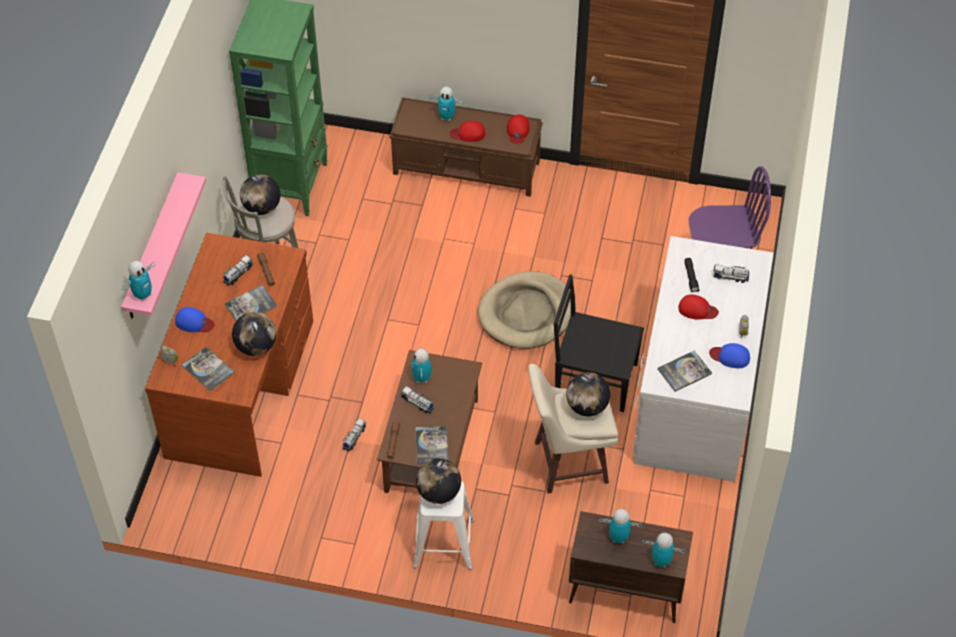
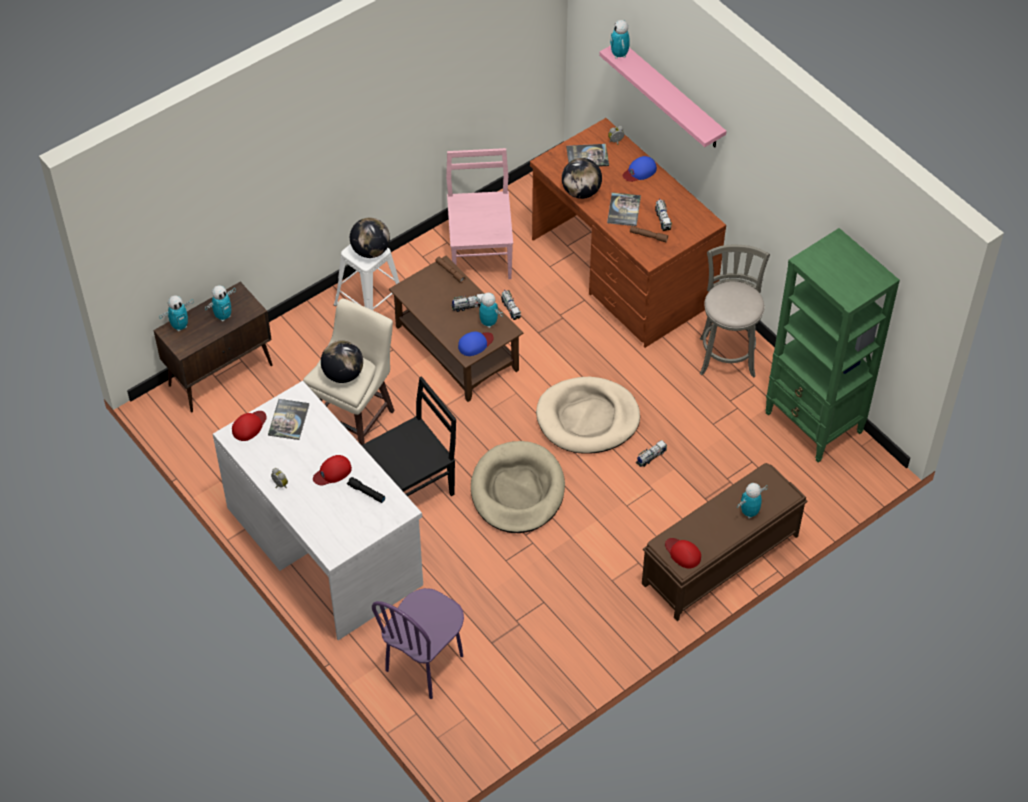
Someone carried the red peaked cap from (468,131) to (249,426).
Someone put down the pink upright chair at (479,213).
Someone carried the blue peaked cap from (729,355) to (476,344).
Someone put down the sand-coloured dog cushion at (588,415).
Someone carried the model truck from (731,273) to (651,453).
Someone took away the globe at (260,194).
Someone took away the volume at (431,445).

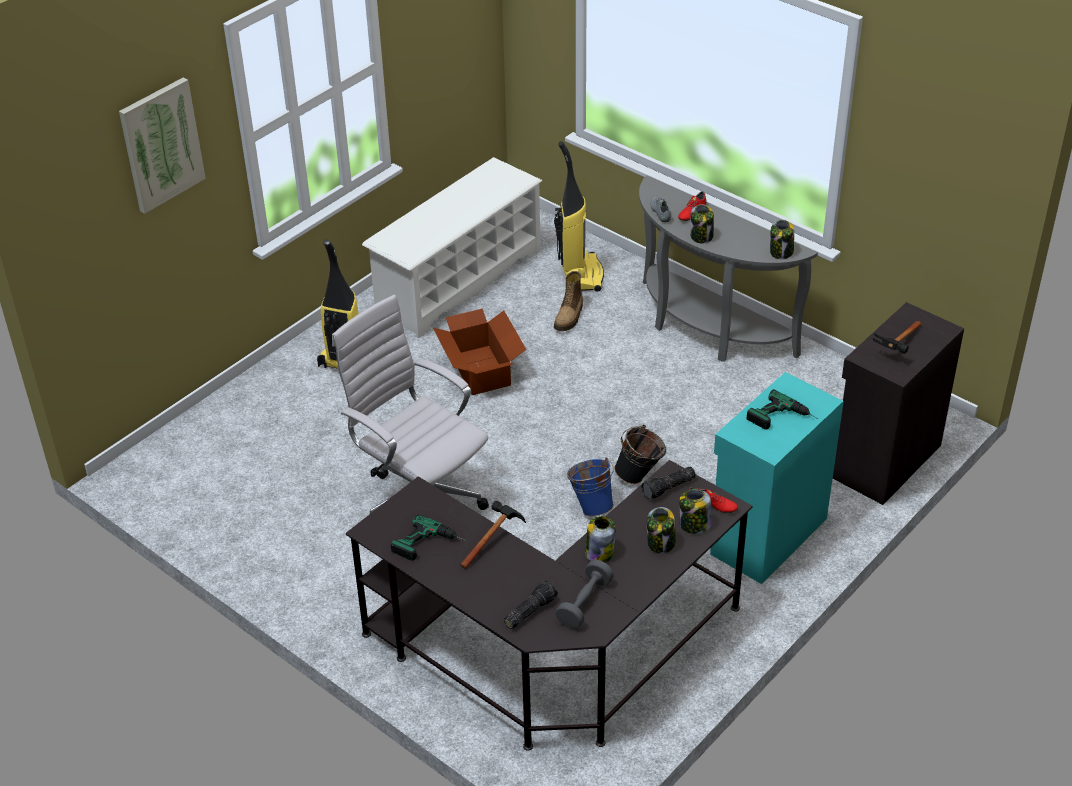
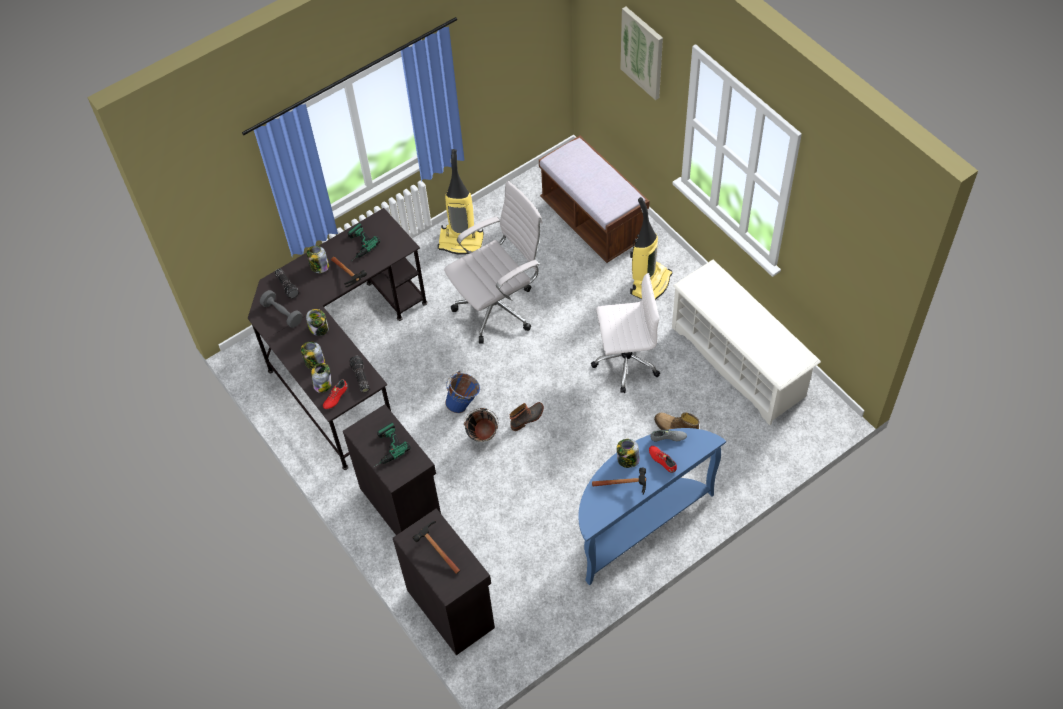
Someone carried the jar from (782,239) to (318,259).
Someone repainted the turquoise-coloured cupboard at (777,478), which became the blackish cupboard at (392,469).
Someone carried the hoover from (579,216) to (460,202).
Someone put down the tall boot at (527,416).
Someone put down the brown-coloured long seat at (594,199).
Someone repainted the gray hall table at (728,268), which became the blue hall table at (652,506).
Someone swapped the cardboard box at (480,351) for the white computer chair at (625,333).
Someone put down the hand hammer at (619,481).

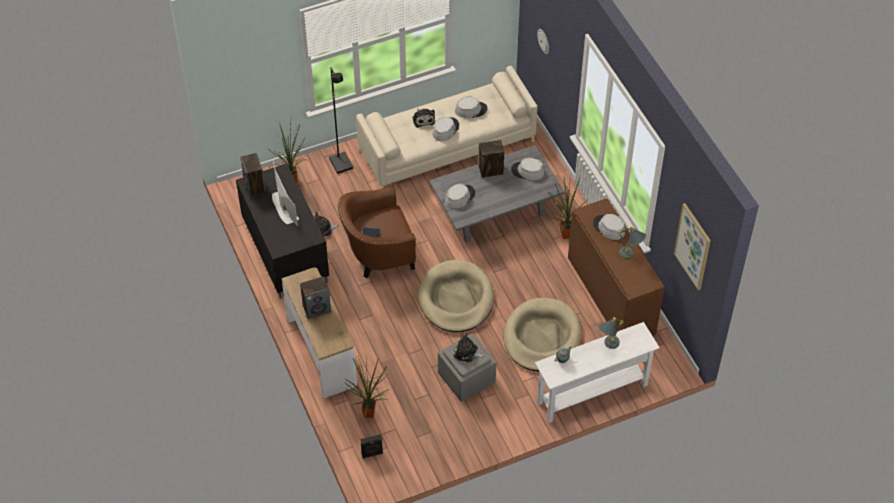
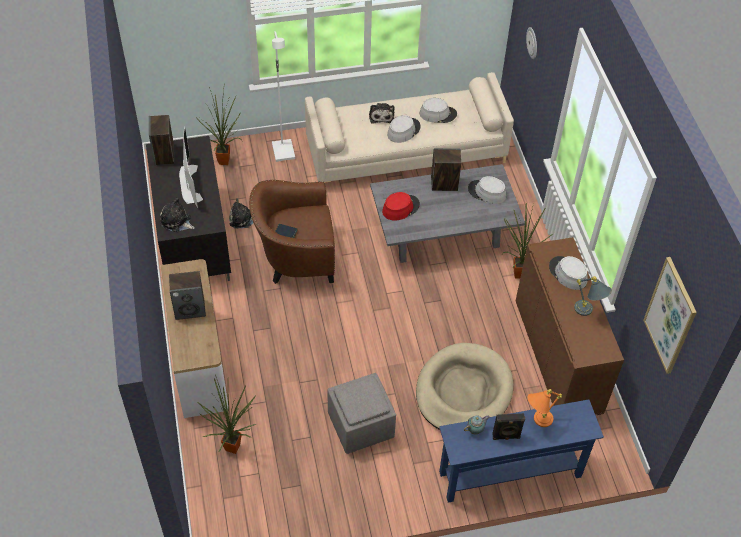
Someone carried the soft toy from (469,348) to (177,214).
Someone repainted the blackish standard lamp at (341,120), which became the white standard lamp at (283,96).
Someone repainted the gray hat at (460,196), which became the red hat at (401,206).
Someone repainted the white hall table at (597,372), which became the blue hall table at (521,451).
Someone carried the blackish loudspeaker from (371,446) to (508,426).
Someone repainted the gray tabletop lamp at (611,333), which became the orangey tabletop lamp at (544,408).
Someone took away the sand-coloured dog cushion at (456,296).

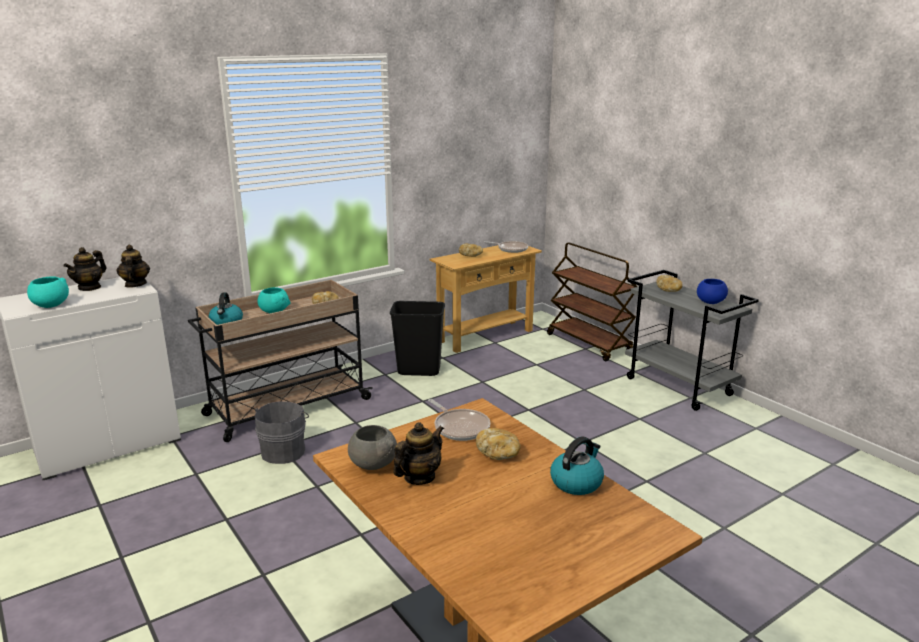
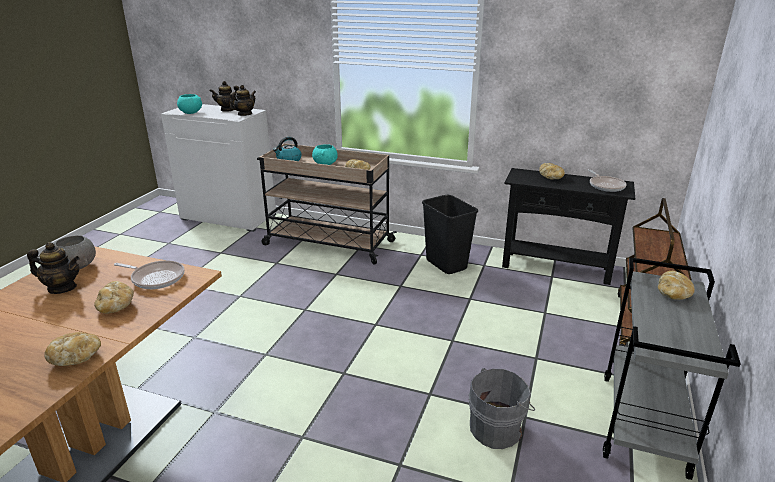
Someone swapped the water kettle at (577,465) for the baked bread at (72,349).
Someone rotated the skillet at (459,420) by 90 degrees counterclockwise.
Someone carried the gray water bucket from (282,432) to (502,408).
Someone repainted the sand-coloured hall table at (486,299), which became the blackish hall table at (568,226).
Someone took away the blue deep dish at (712,291).

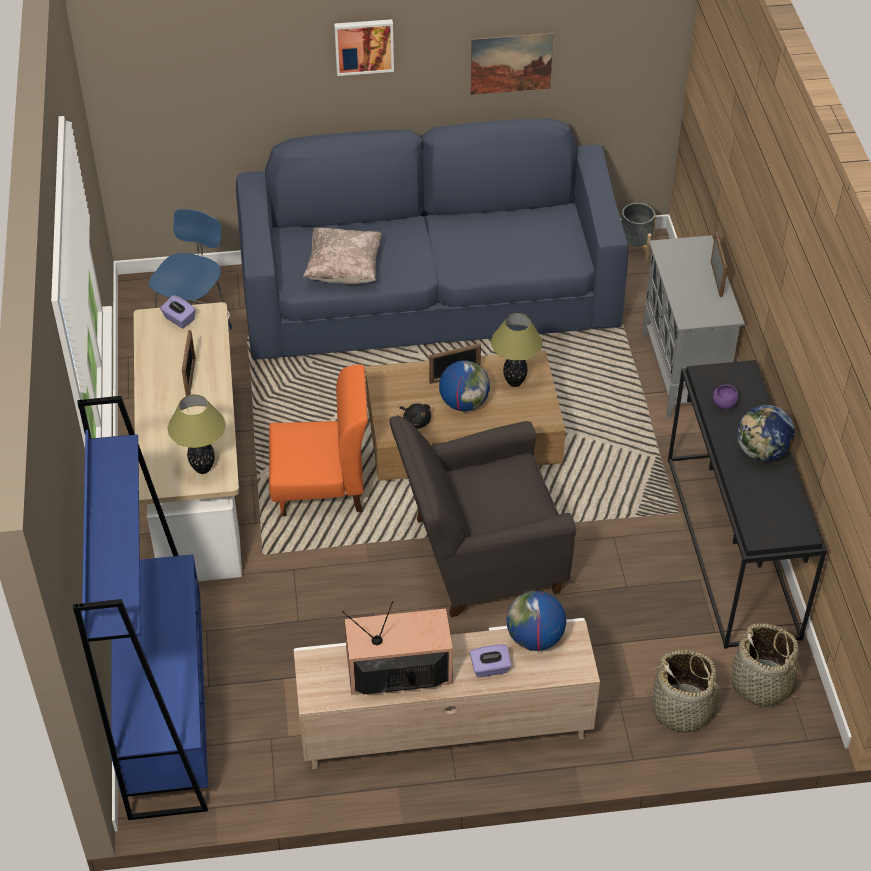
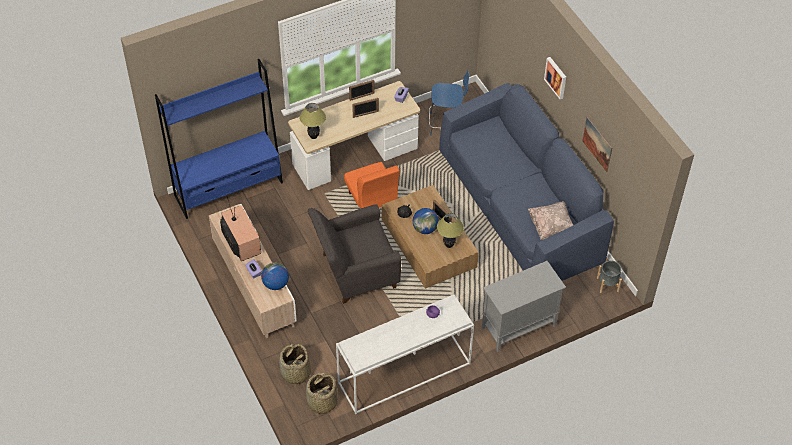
Someone rotated the gray easy chair at (482,516) by 75 degrees counterclockwise.
Someone repainted the blackish hall table at (747,504), which became the white hall table at (405,354).
Someone carried the standing frame from (719,265) to (362,90).
Someone carried the sand-coloured pillow from (342,255) to (550,220).
Someone took away the globe at (766,433).

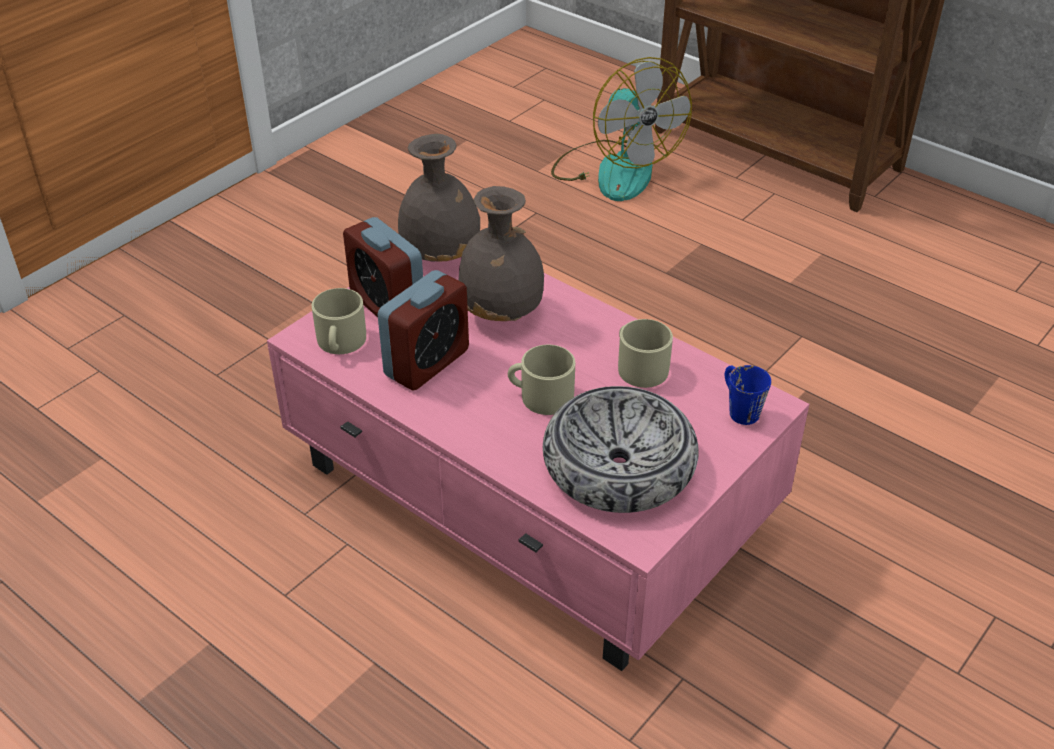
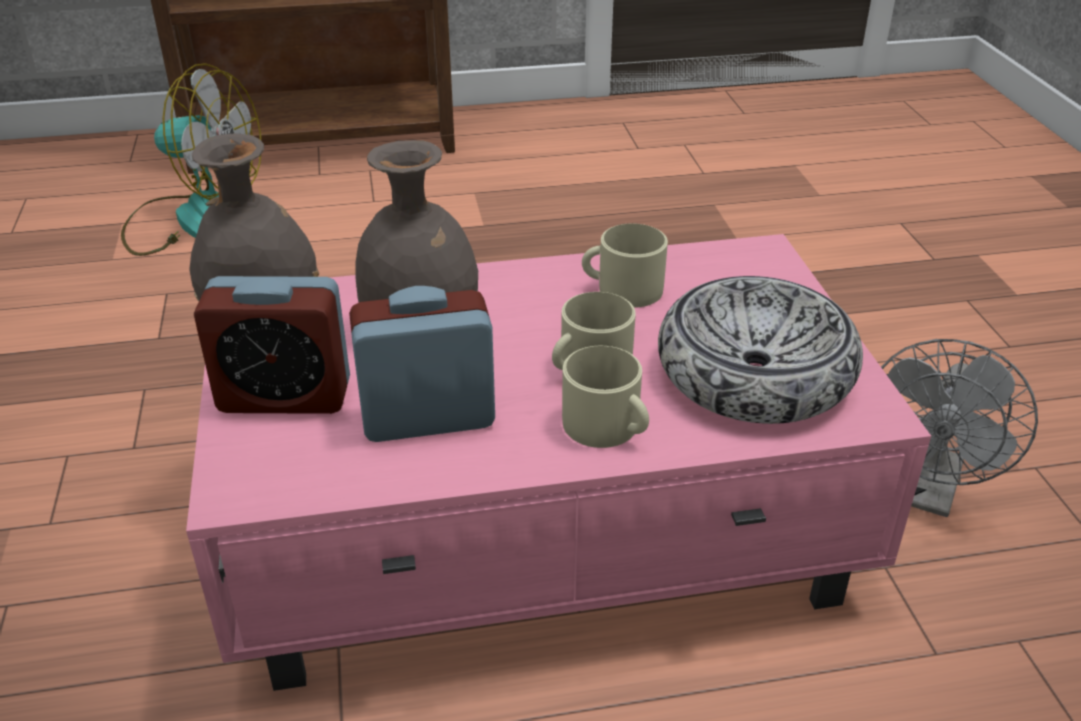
Someone rotated the alarm clock at (423,330) by 90 degrees counterclockwise.
Someone carried the sand-coloured tea mug from (339,321) to (605,397).
Someone put down the gray fan at (959,428).
Someone took away the blue tea mug at (748,395).

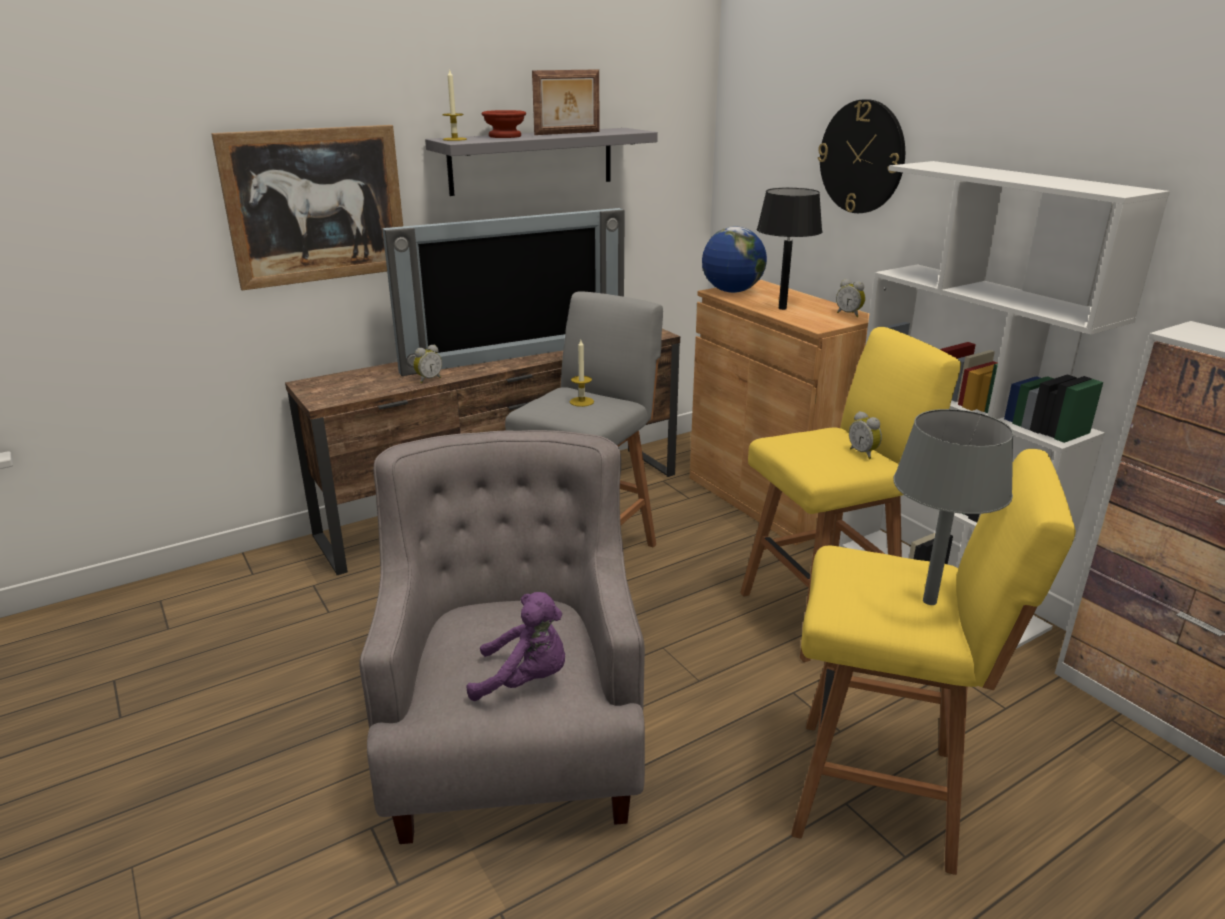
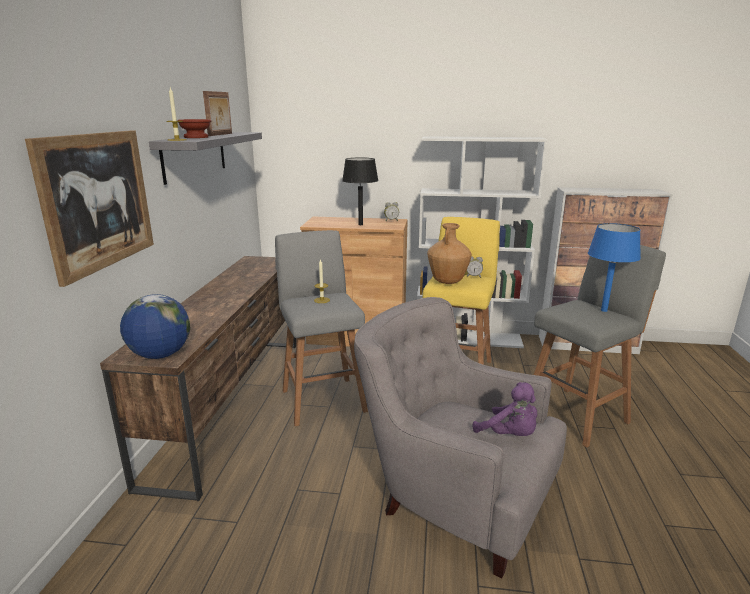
Someone carried the globe from (734,260) to (155,326).
Someone put down the brown-coloured decorative vase at (449,253).
Someone rotated the purple soft toy at (516,646) by 90 degrees clockwise.
Someone repainted the yellowish sitting stool at (933,662), which became the gray sitting stool at (600,346).
Someone repainted the gray tabletop lamp at (953,507), which became the blue tabletop lamp at (614,267).
Someone took away the television at (503,292).
Someone took away the alarm clock at (427,363).
Someone took away the wall clock at (861,156).

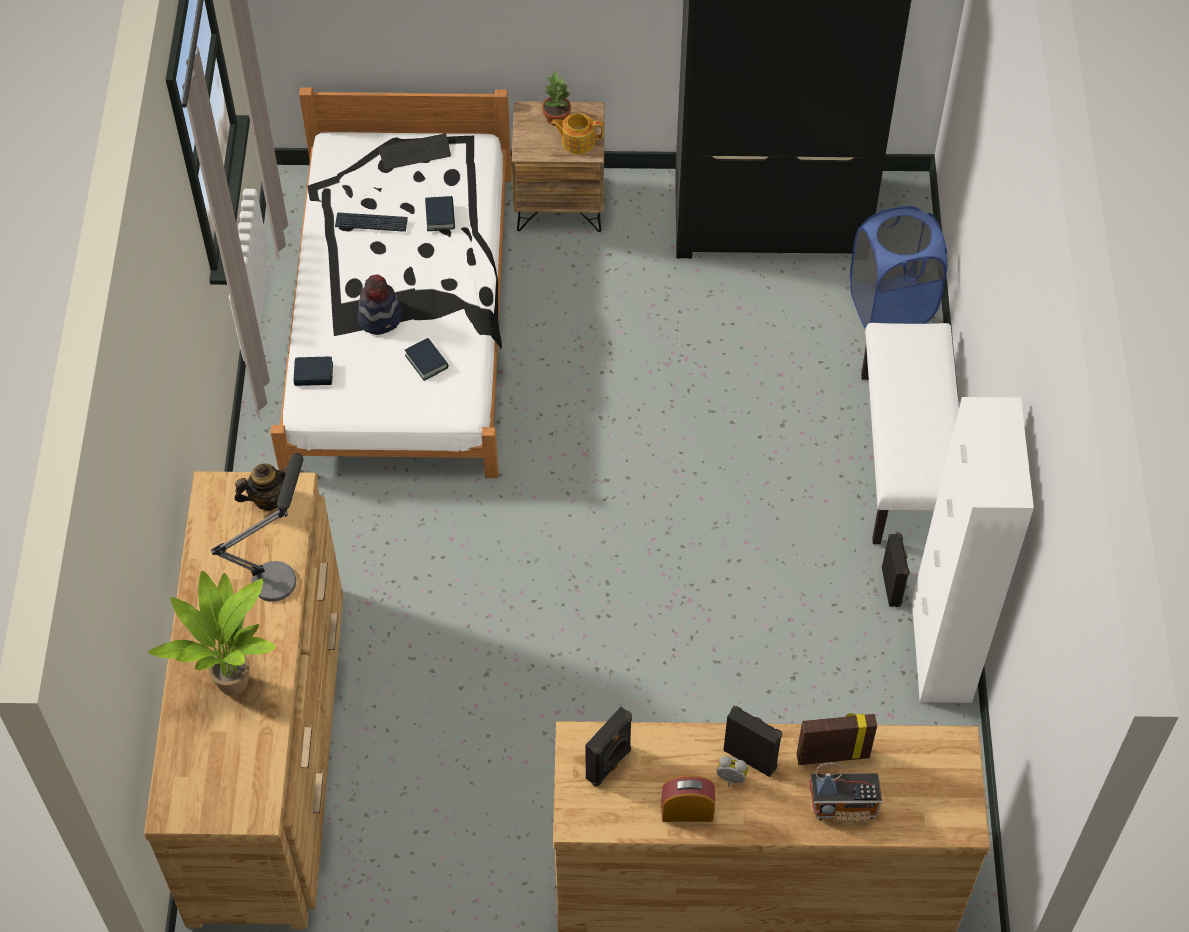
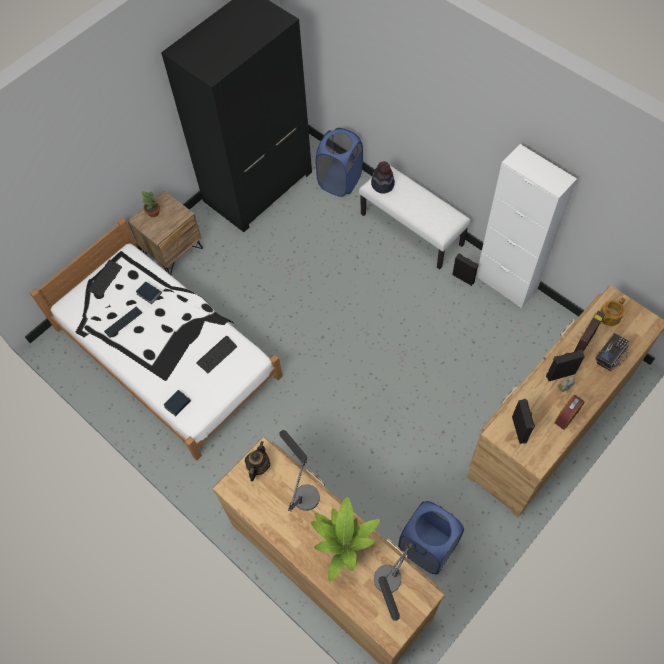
Someone swapped the volume at (427,359) for the PC keyboard at (216,354).
Someone carried the hat from (379,304) to (383,177).
Someone put down the tabletop lamp at (393,582).
Someone put down the blue washing basket at (431,537).
Someone carried the teapot from (577,133) to (612,311).

